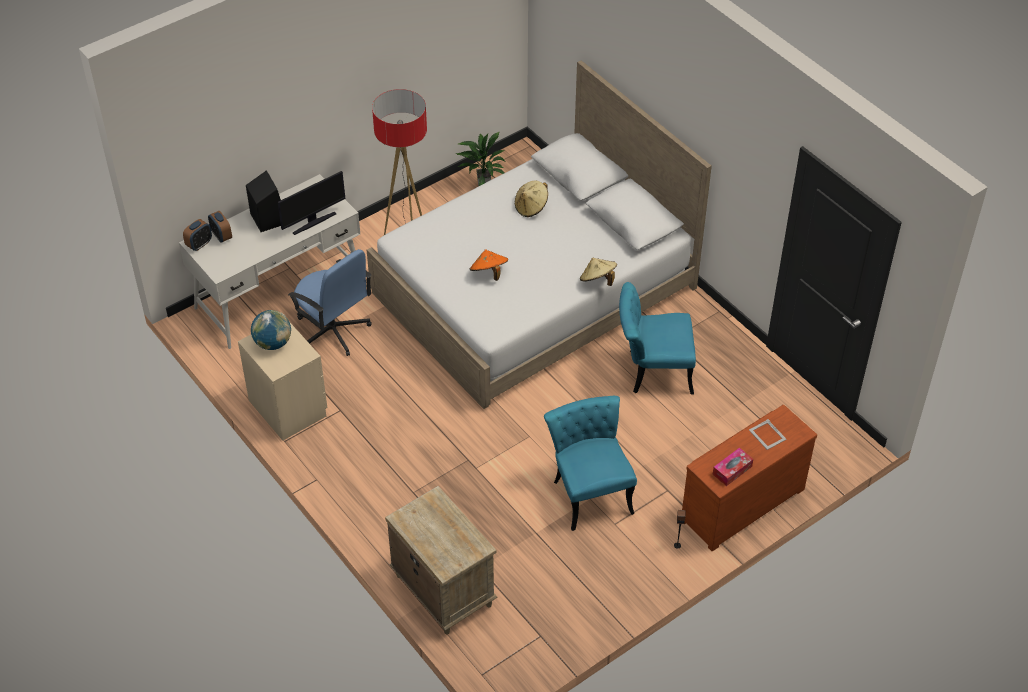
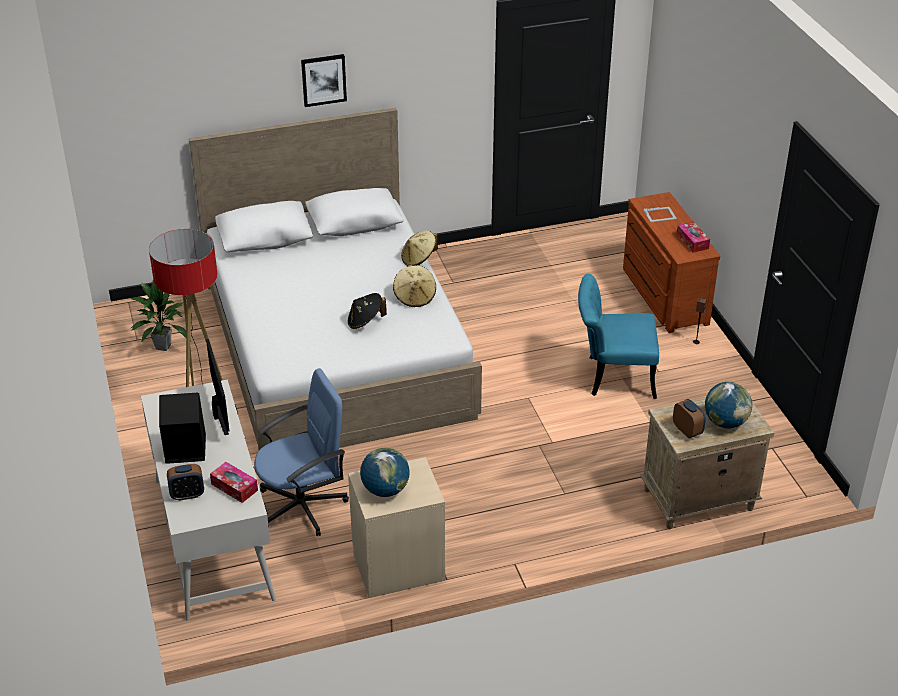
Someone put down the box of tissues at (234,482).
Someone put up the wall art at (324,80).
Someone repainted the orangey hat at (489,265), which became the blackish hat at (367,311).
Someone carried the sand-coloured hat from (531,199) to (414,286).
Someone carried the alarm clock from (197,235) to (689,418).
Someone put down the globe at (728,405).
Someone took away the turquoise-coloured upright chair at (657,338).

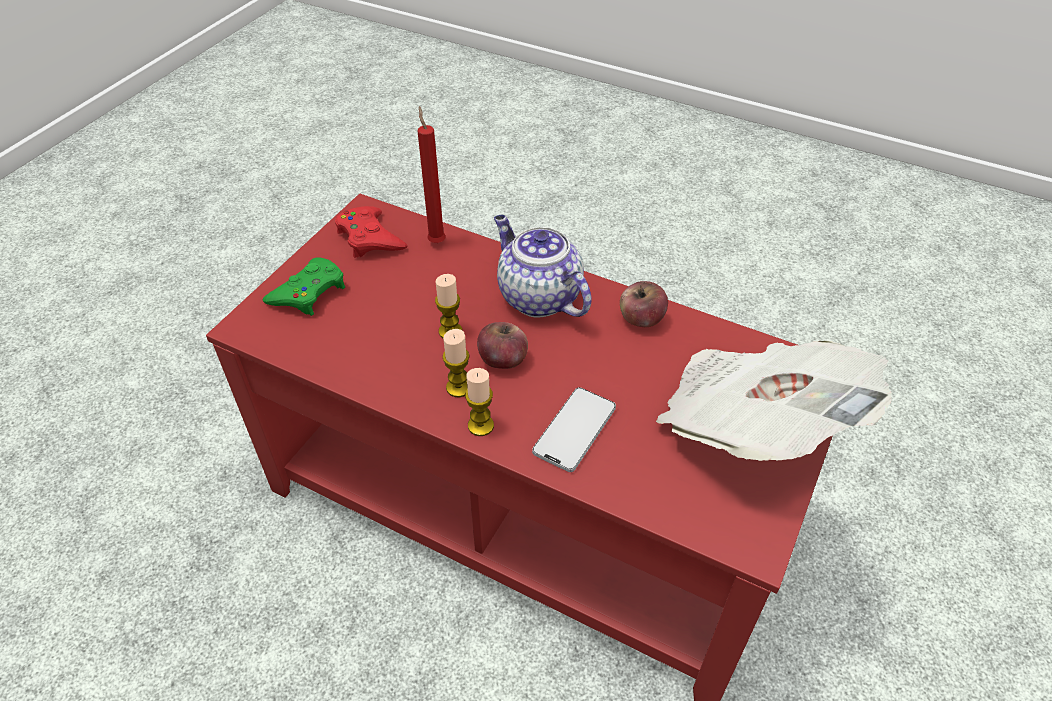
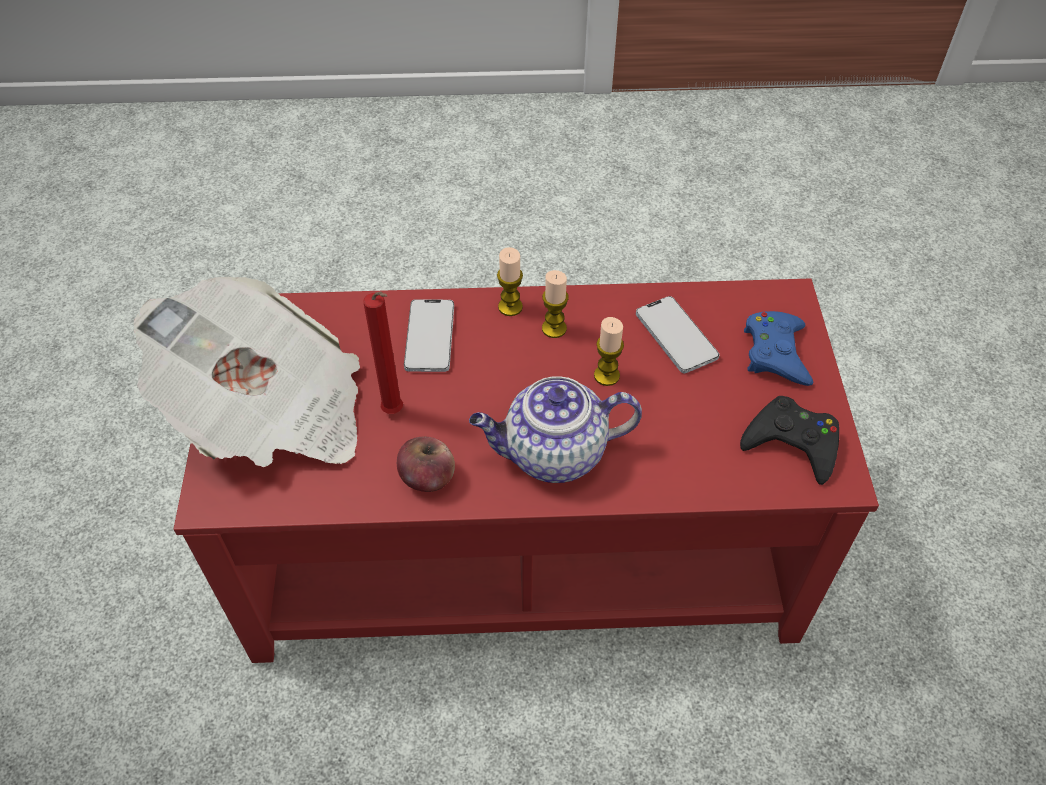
Someone carried the red wax light from (431,174) to (383,353).
Someone rotated the teapot at (543,266) by 150 degrees clockwise.
Someone put down the phone at (677,334).
Someone repainted the red joypad at (371,232), which became the blackish joypad at (789,440).
Someone repainted the green joypad at (304,286), which became the blue joypad at (778,348).
Someone took away the apple at (502,345).

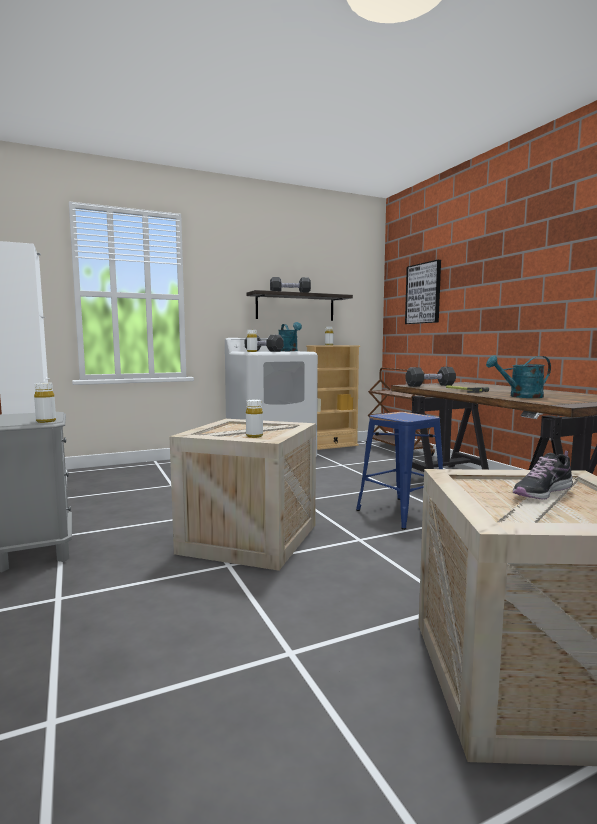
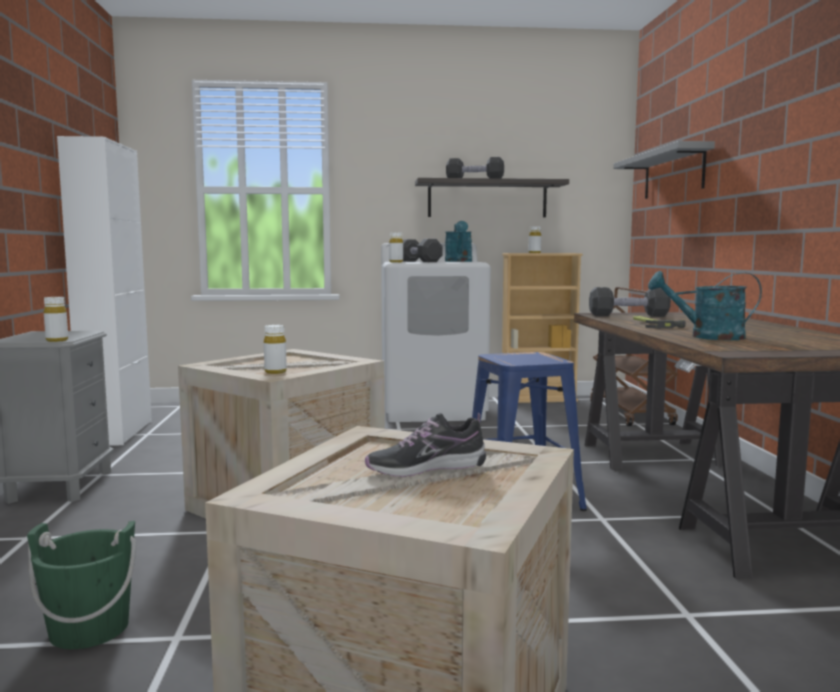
Someone put down the green water bucket at (81,585).
Someone swapped the wall art at (423,292) for the gray bracket shelf at (664,170).

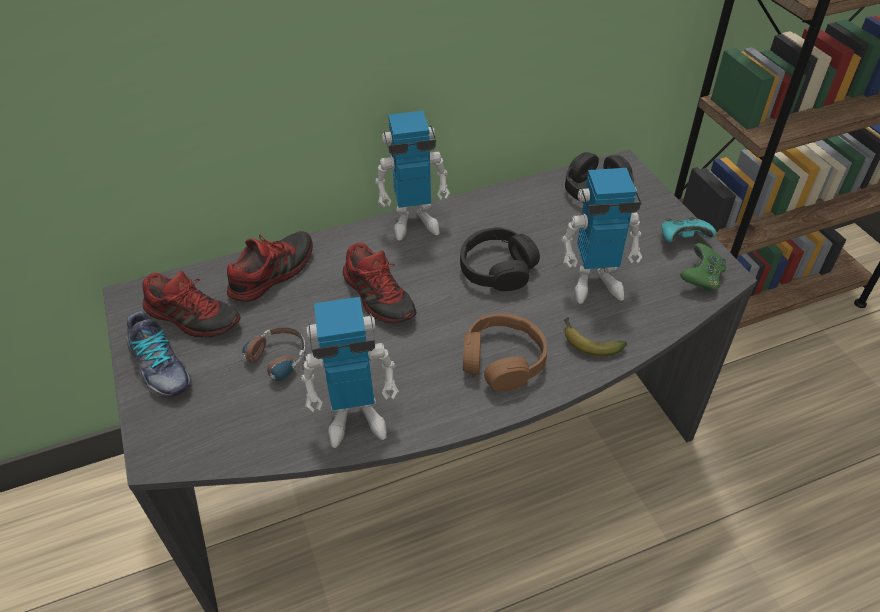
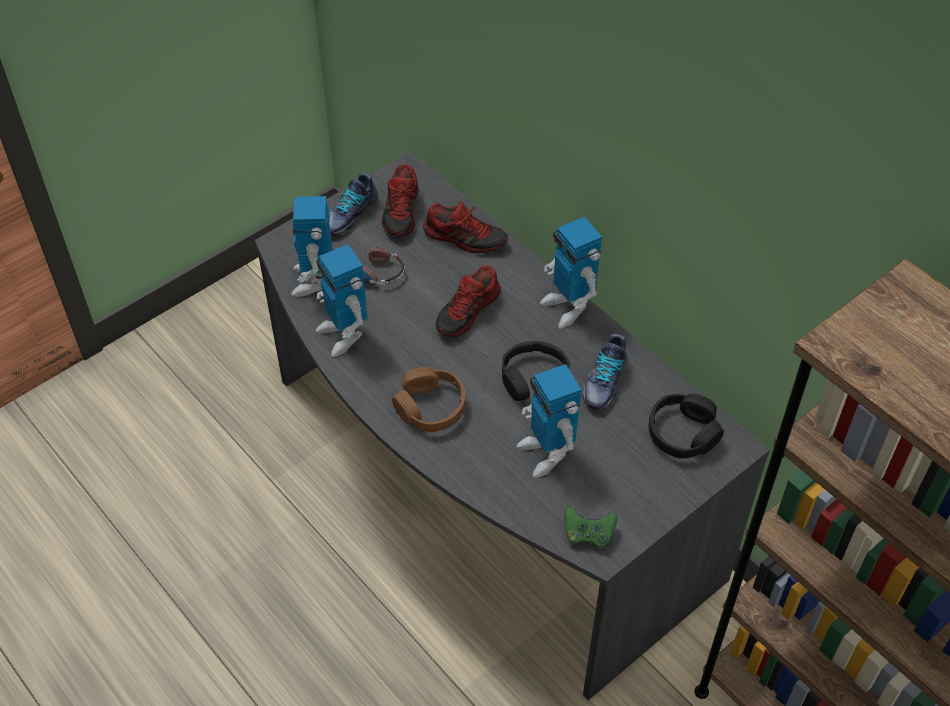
Someone put down the robot figure at (311,246).
Someone put down the low shoe at (604,371).
Someone took away the banana at (595,336).
Someone took away the turquoise-coloured joypad at (688,229).

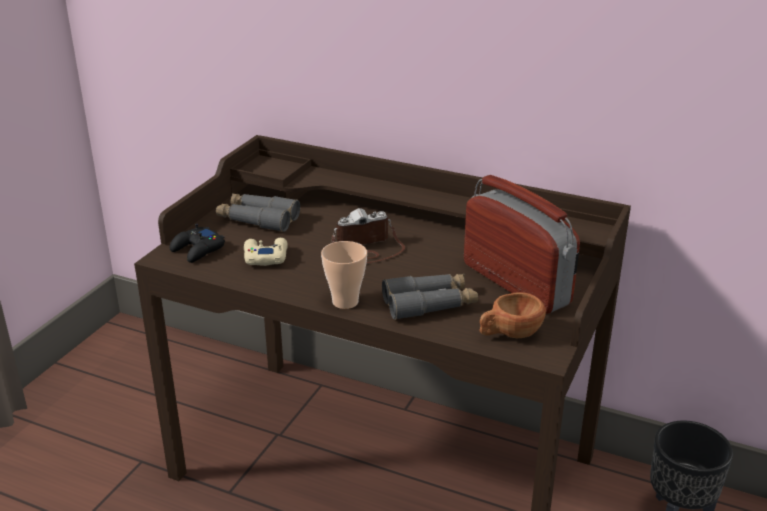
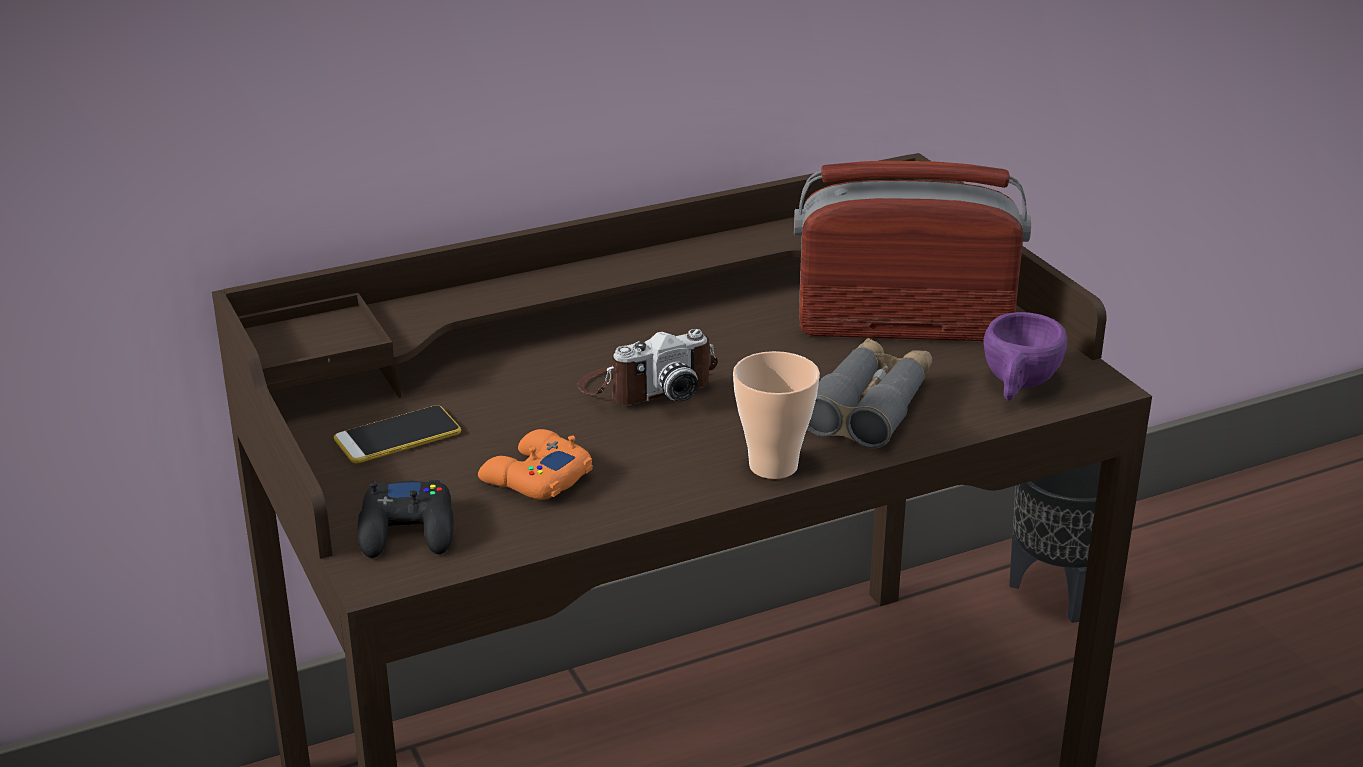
Someone swapped the gray field glasses at (258,212) for the phone at (397,434).
Someone repainted the sand-coloured joypad at (266,252), which became the orangey joypad at (535,464).
Someone rotated the photo camera at (368,236) by 135 degrees counterclockwise.
Someone repainted the brown-coloured cup at (513,315), which became the purple cup at (1025,356).

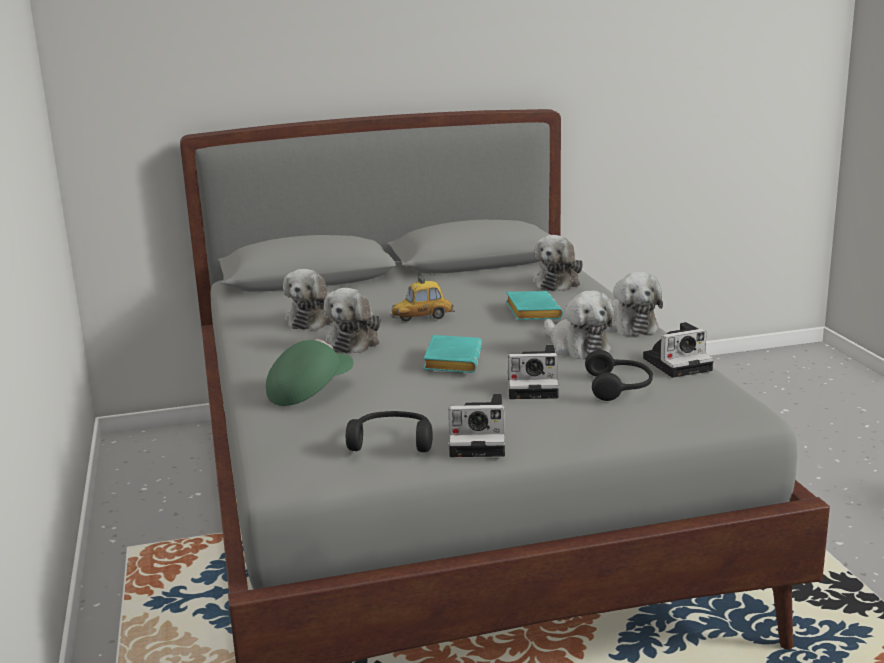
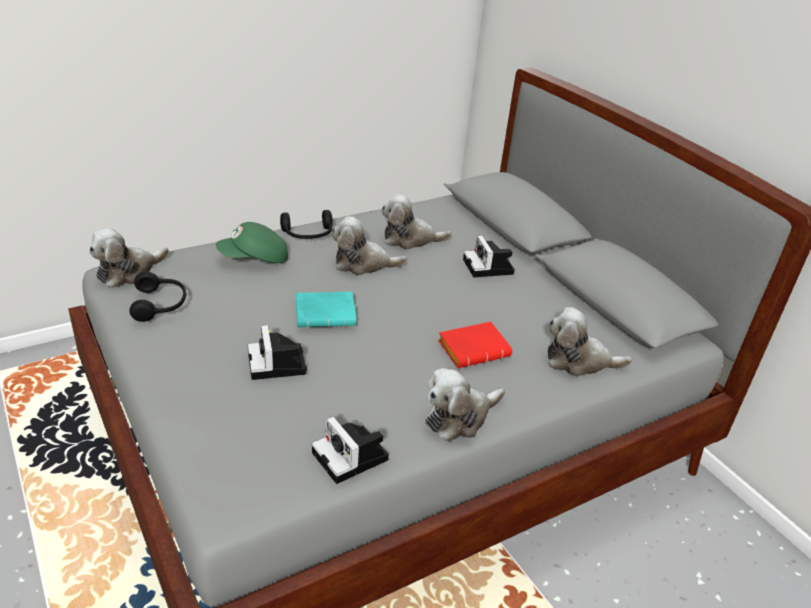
Someone carried the soft toy from (579,325) to (129,258).
Someone rotated the green peaked cap at (310,372) by 135 degrees clockwise.
Someone carried the blackish pair of headphones from (619,375) to (306,224).
Someone repainted the turquoise-coloured volume at (534,305), which became the red volume at (475,345).
Someone carried the photo camera from (477,425) to (489,256).
Someone took away the model car at (422,298).

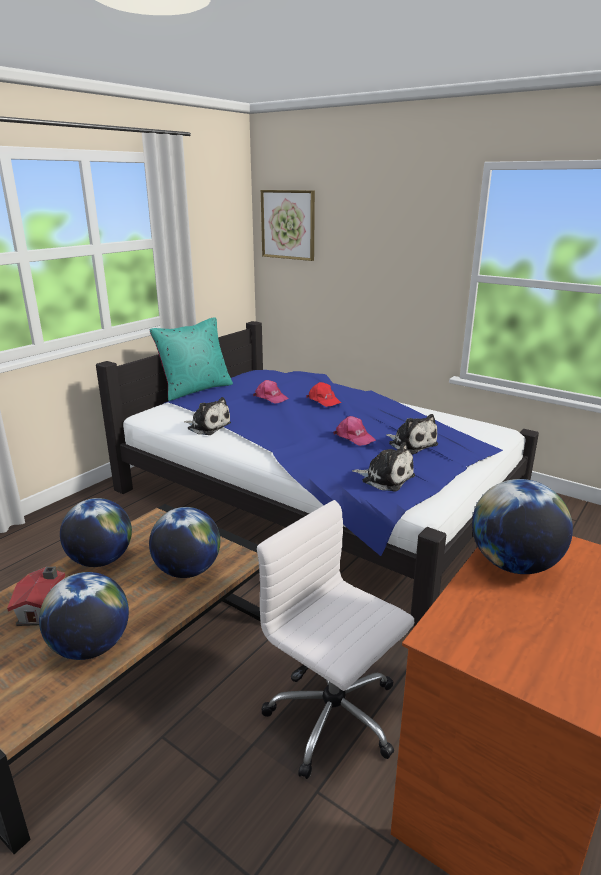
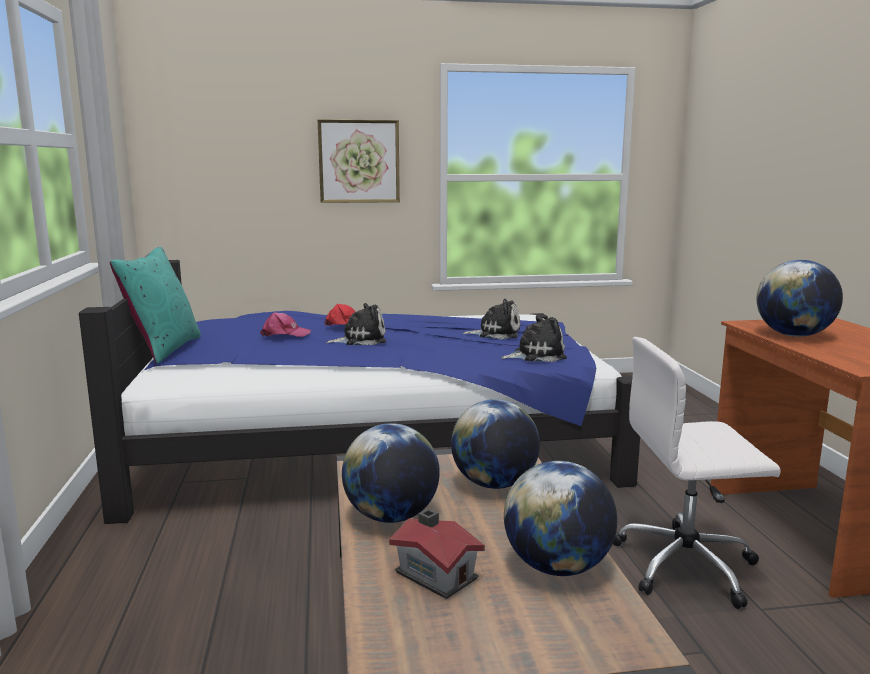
Someone carried the wall art from (288,225) to (359,161).
Someone carried the soft toy from (207,416) to (356,324).
Someone took away the pink peaked cap at (354,431).

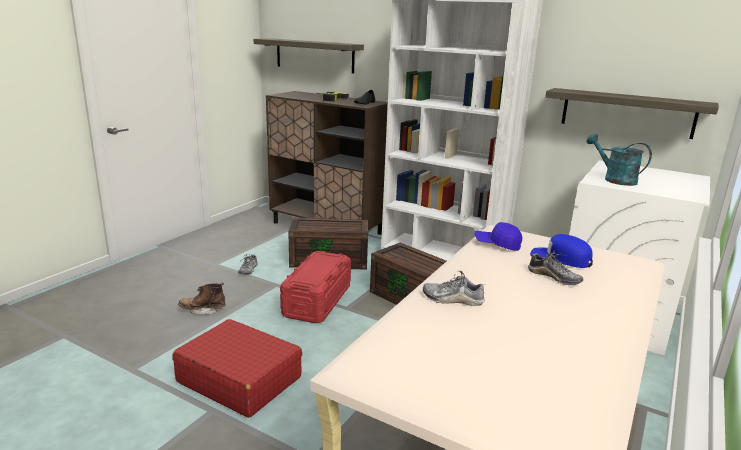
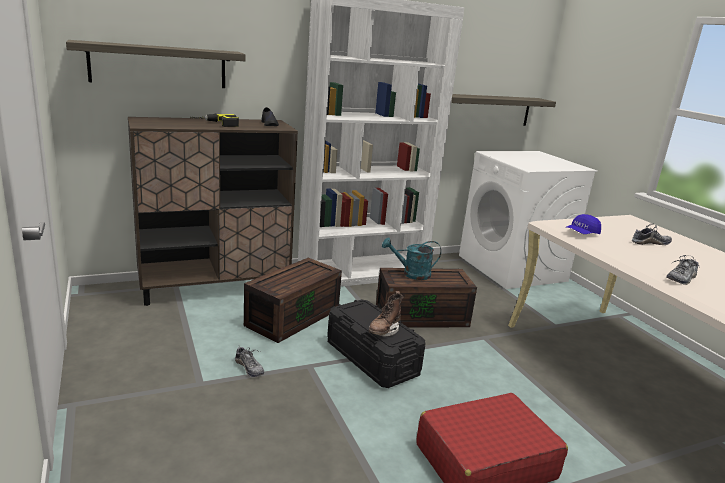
Someone repainted the red storage container at (315,287), which became the blackish storage container at (376,344).
Someone carried the brown-coloured tall boot from (202,298) to (386,314).
Someone carried the turquoise-coloured watering pot from (619,159) to (411,258).
Someone took away the blue peaked cap at (561,251).

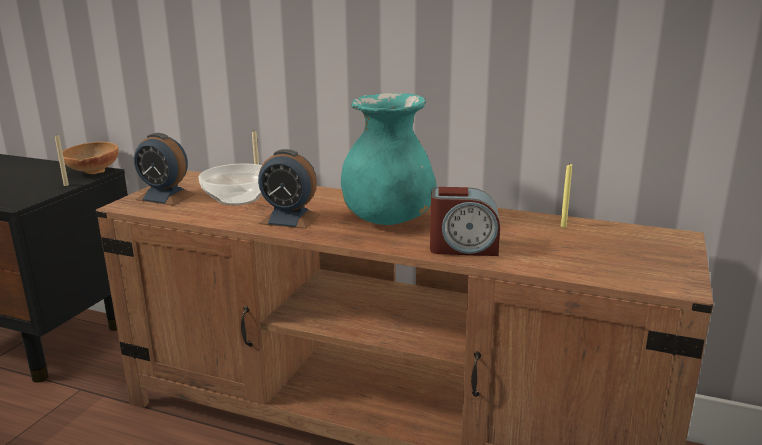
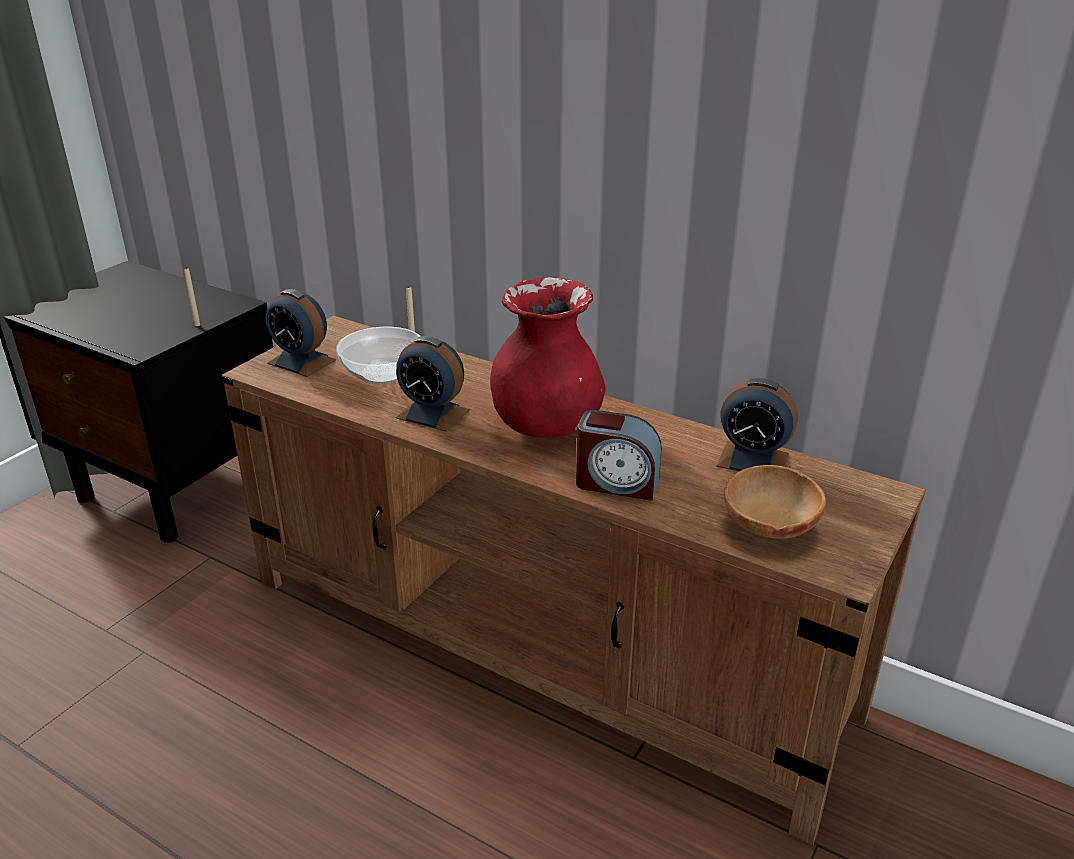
Someone repainted the turquoise-coloured decorative vase at (388,159), which became the red decorative vase at (548,357).
Someone swapped the yellowish wax light at (566,195) for the alarm clock at (757,424).
Someone carried the brown-coloured deep dish from (90,158) to (775,502).

